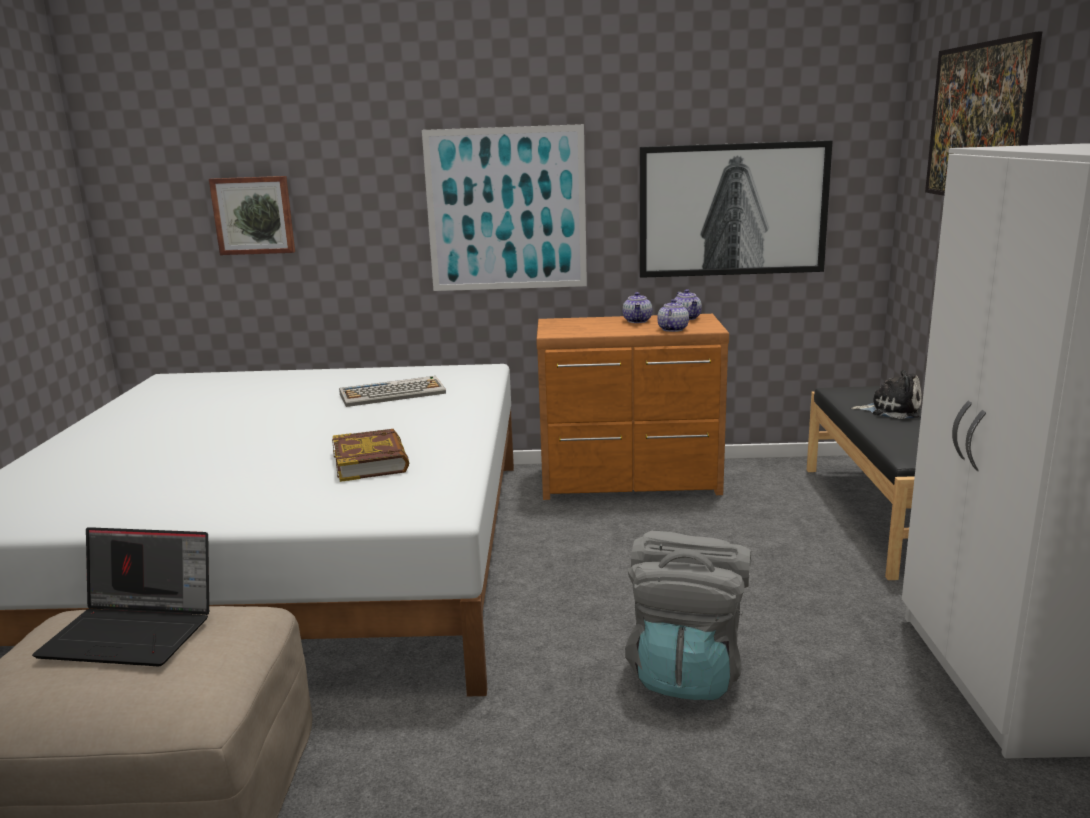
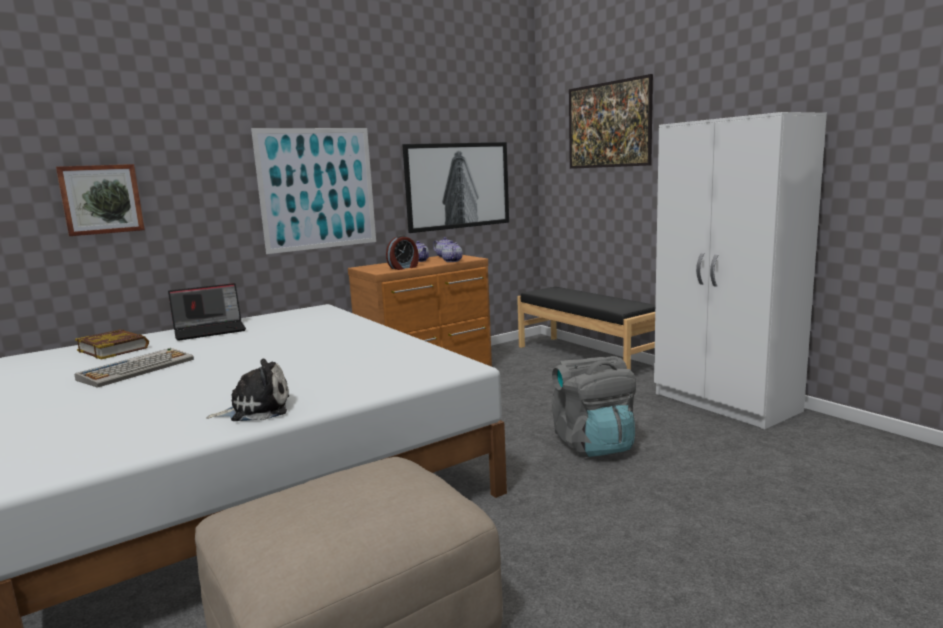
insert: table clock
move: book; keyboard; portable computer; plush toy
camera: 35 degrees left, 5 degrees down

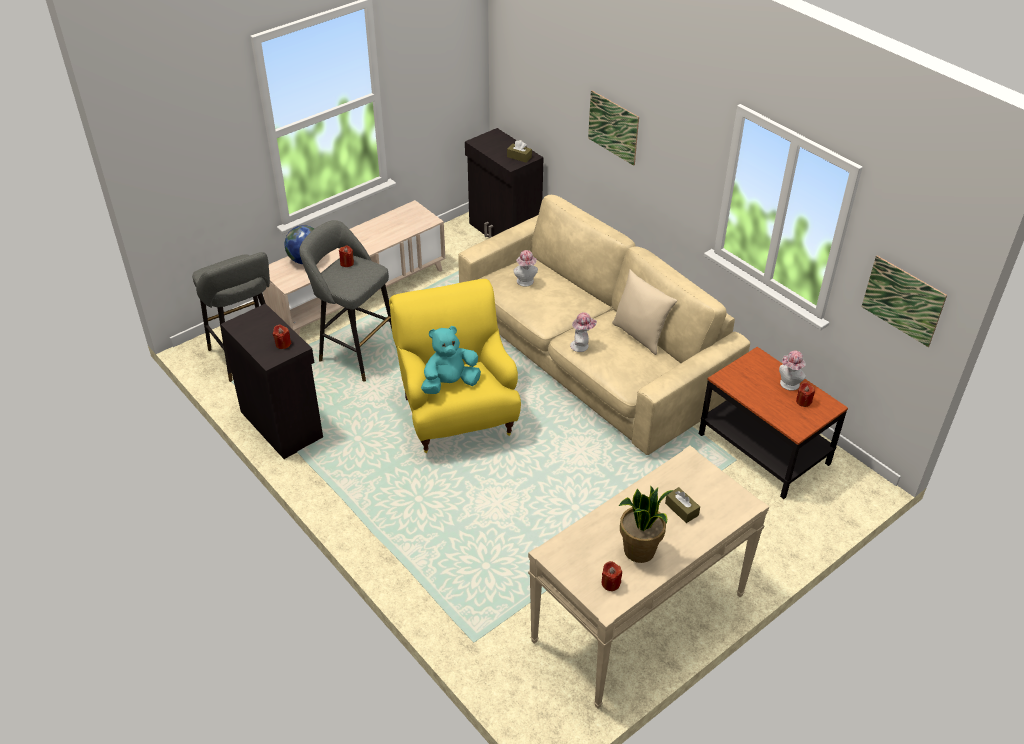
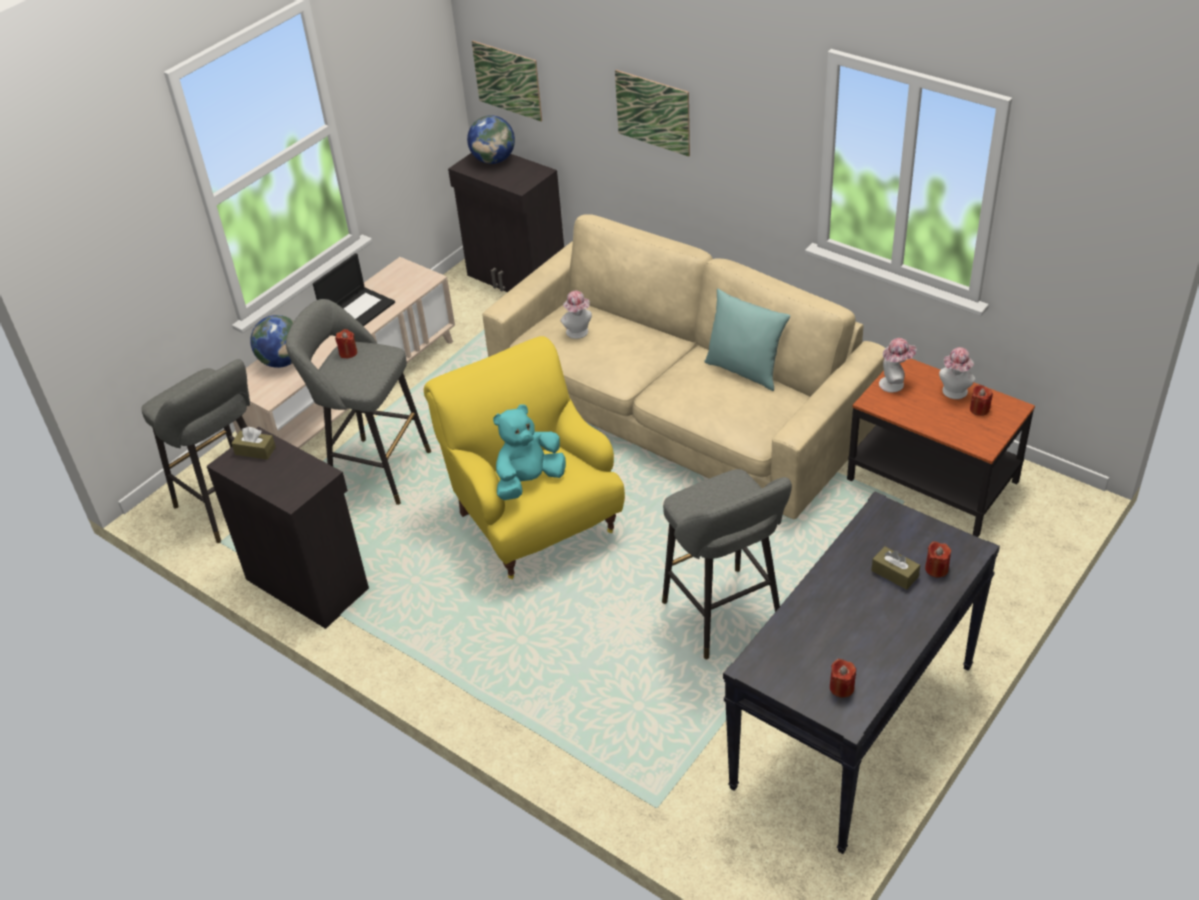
delete: plant in a pot
insert: portable computer; world globe (2nd from left); stool/greyish (3rd from left)
move: box of tissues/brown (1st from left); picture (2nd from left in the first image) to picture (1st from left); clothing hat (2nd from left); candle/reddish (1st from left in the first image) to candle/reddish (3rd from left)
recolor: throw pillow/sand-coloured to throw pillow/turquoise-coloured; hall table/sand-coloured to hall table/black-coloured
camera: 10 degrees left, 0 degrees up

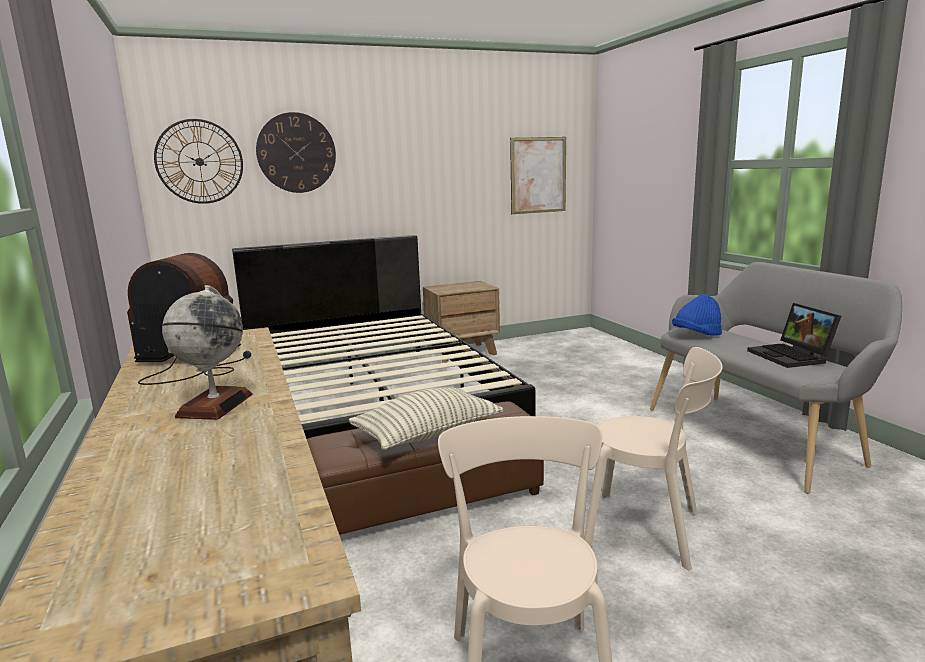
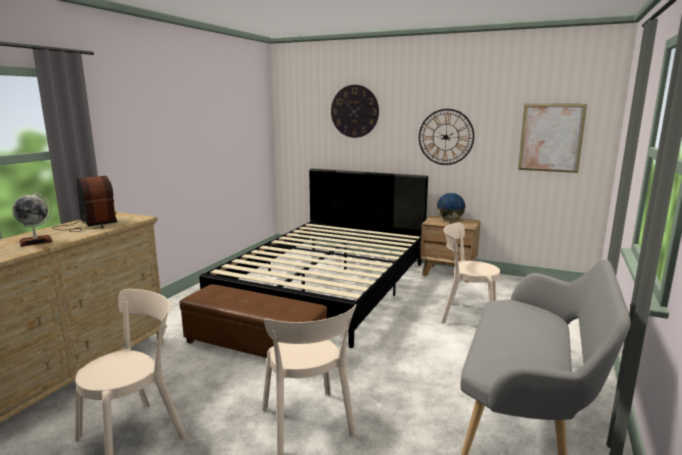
delete: throw pillow; clothing hat/blue-coloured; portable computer
insert: world globe (2nd from left); plain chair/sand-coloured (3rd from left)
move: hanging clock (1st from left in the first image) to hanging clock (2nd from left)
camera: 45 degrees right, 0 degrees up

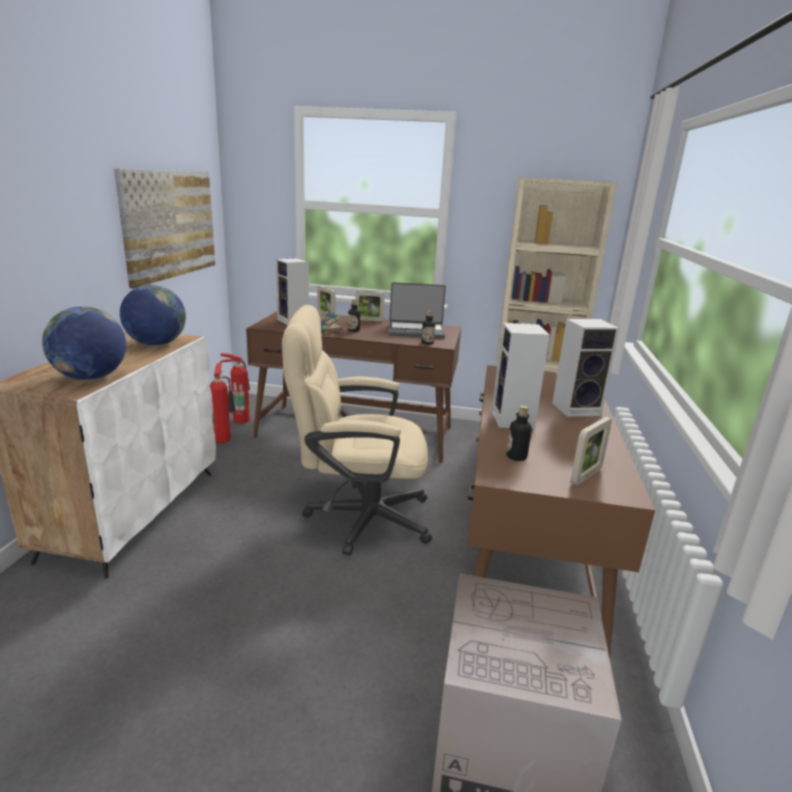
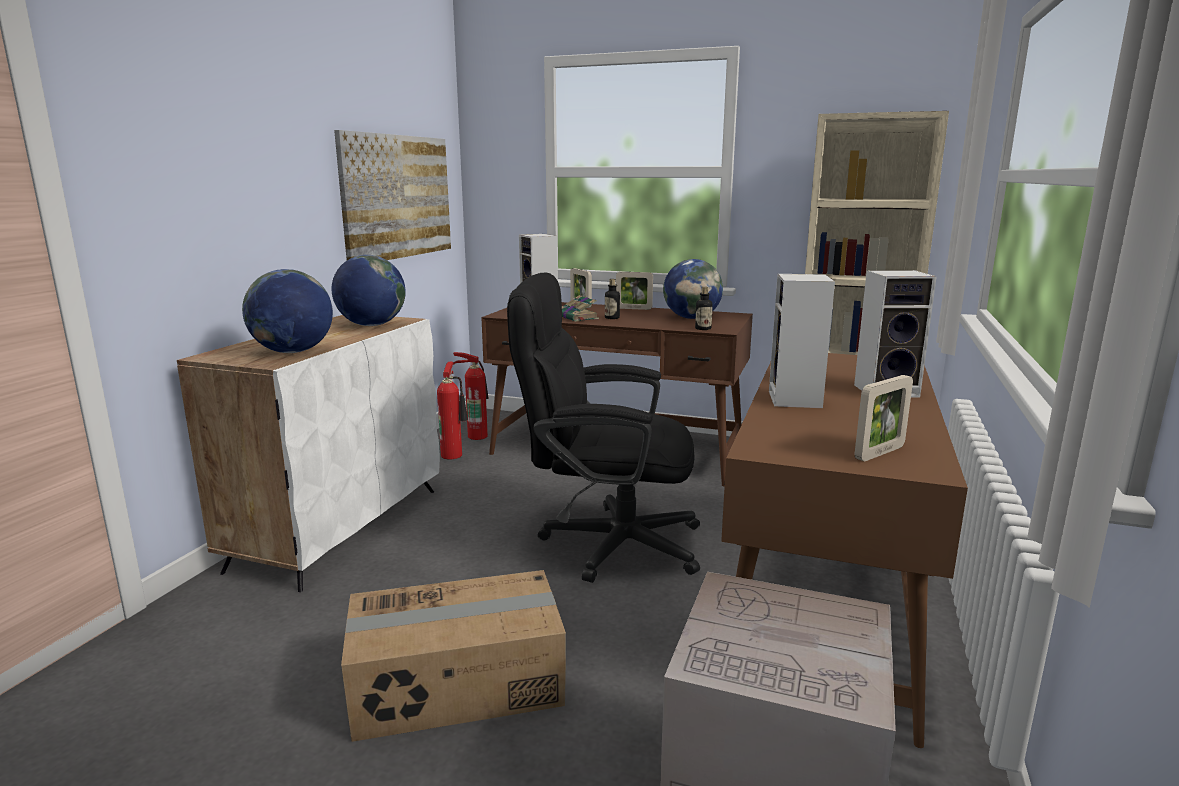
delete: bottle (3rd from left)
insert: cardboard box (1st from left)
replace: portable computer to world globe (3rd from left)
recolor: office chair/sand-coloured to office chair/black-coloured
camera: 10 degrees right, 5 degrees down

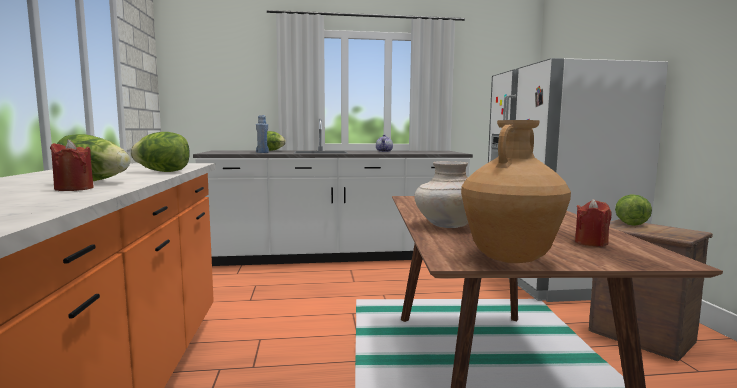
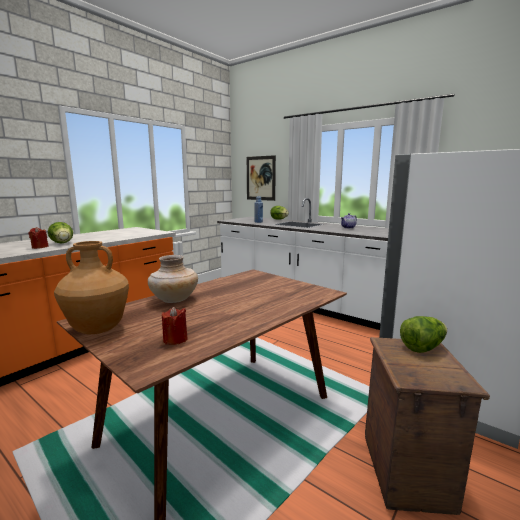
delete: lettuce (2nd from left)
insert: picture
camera: 45 degrees right, 5 degrees up

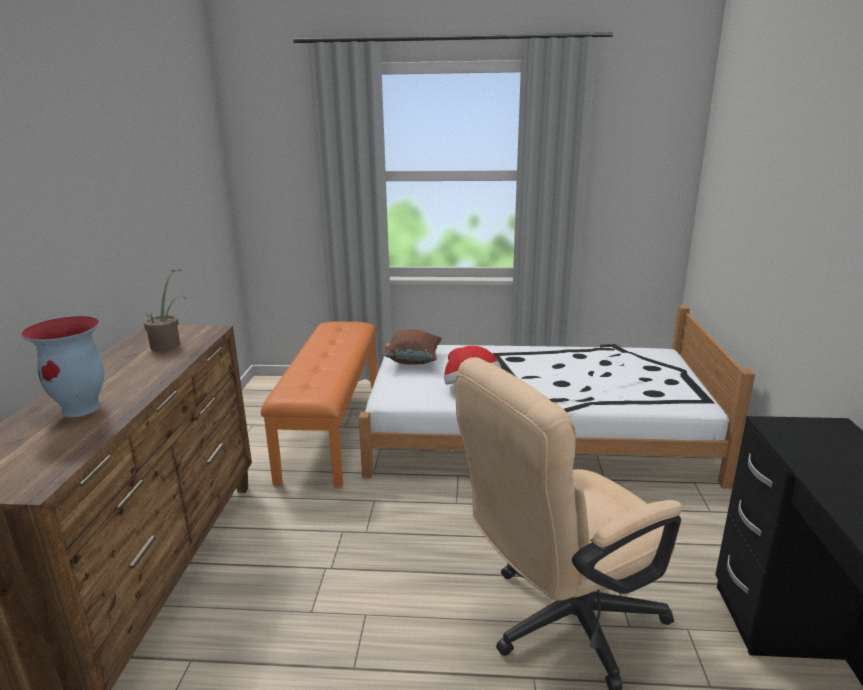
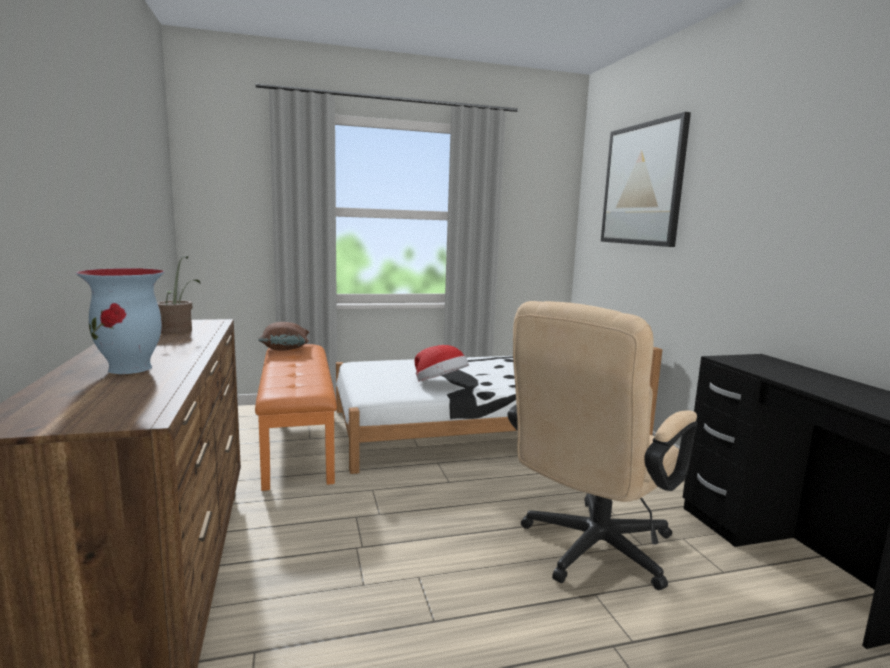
insert: picture
move: throw pillow/brown
camera: 20 degrees left, 10 degrees down

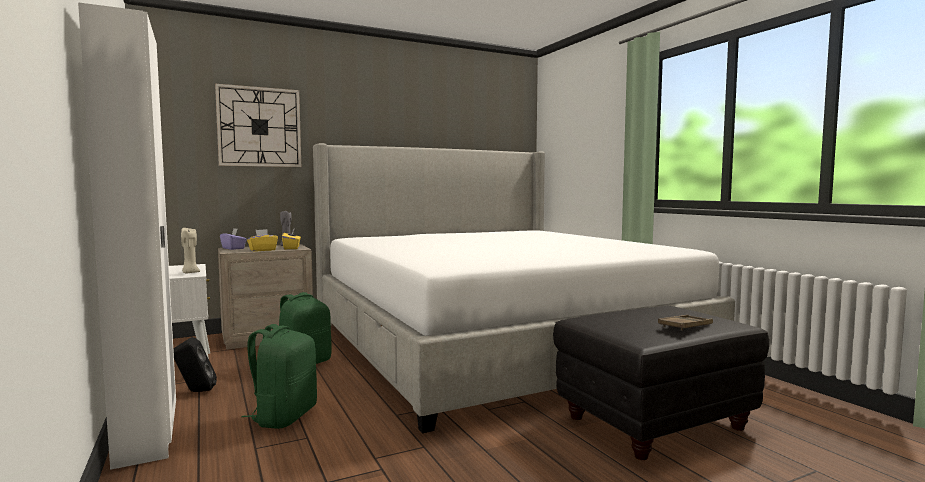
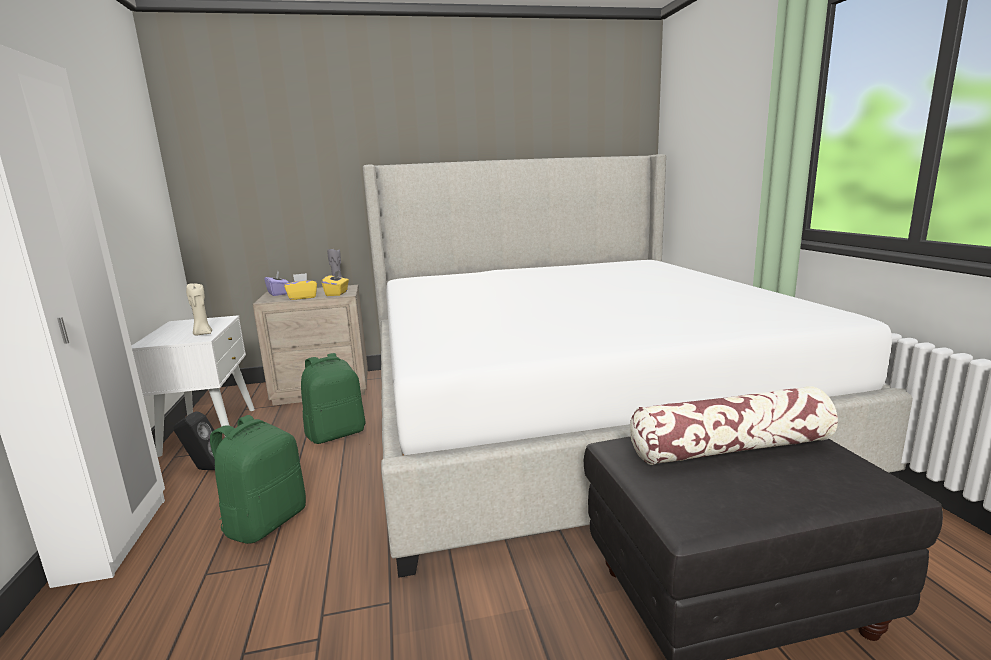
delete: hanging clock; tray/brown
insert: throw pillow
camera: 15 degrees right, 10 degrees up

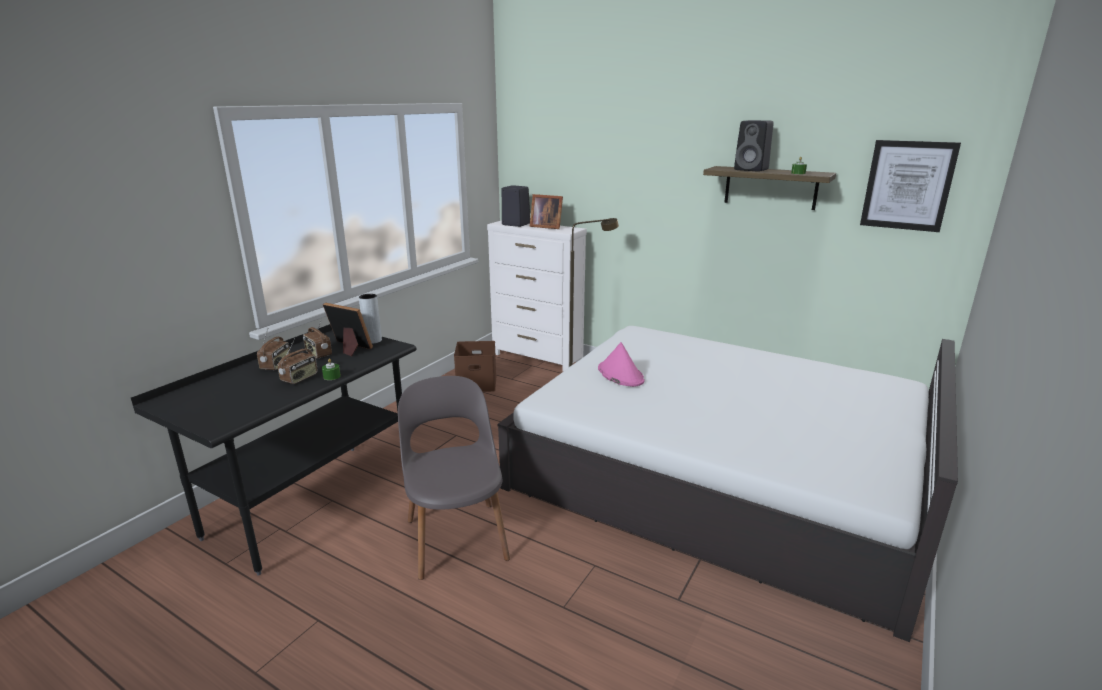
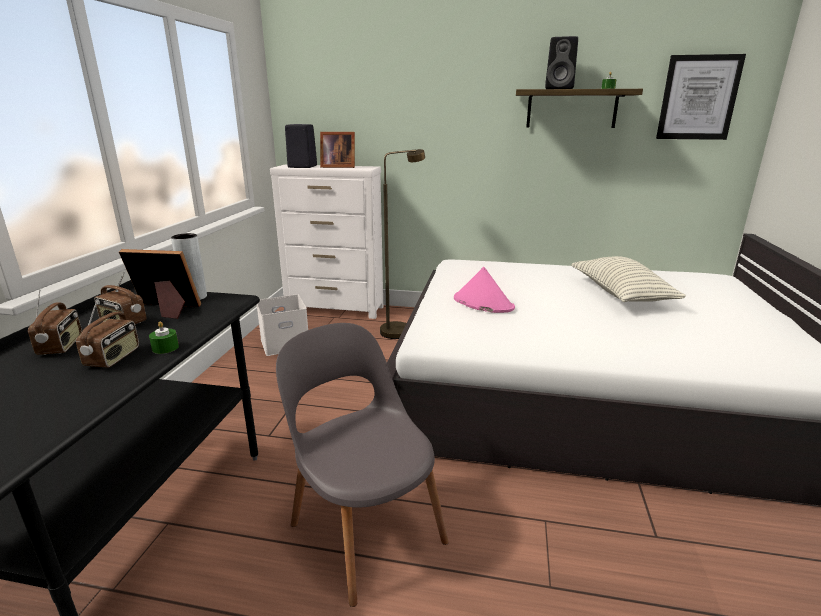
insert: throw pillow
recolor: storage bin/brown to storage bin/white
camera: 20 degrees left, 0 degrees up

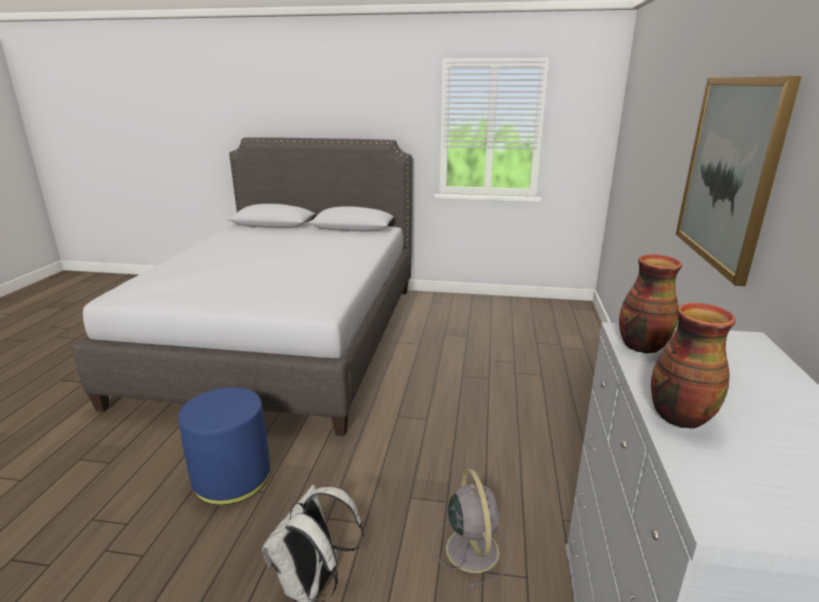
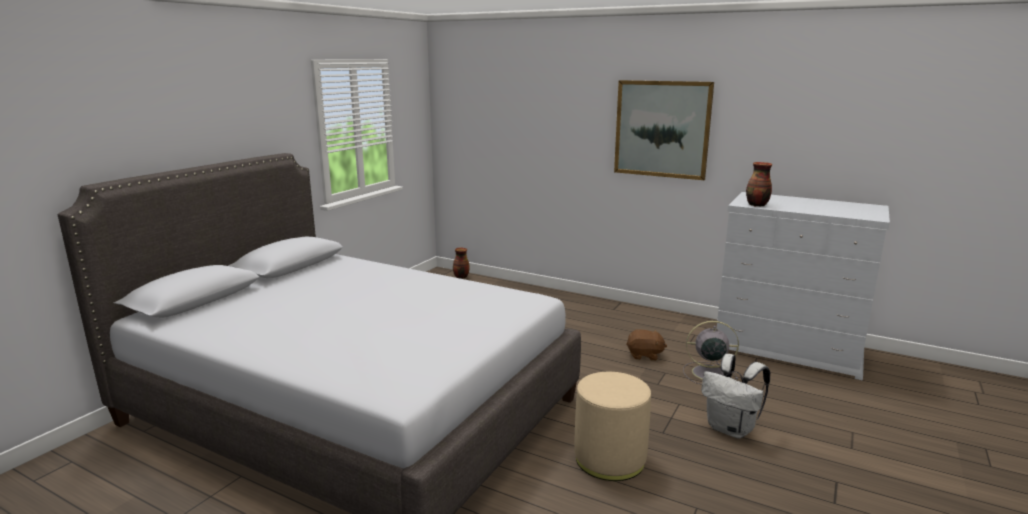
insert: plush toy/brown
move: decorative vase (2nd from left in the first image) to decorative vase (1st from left)
recolor: ottoman/blue-coloured to ottoman/sand-coloured
camera: 70 degrees left, 5 degrees down

